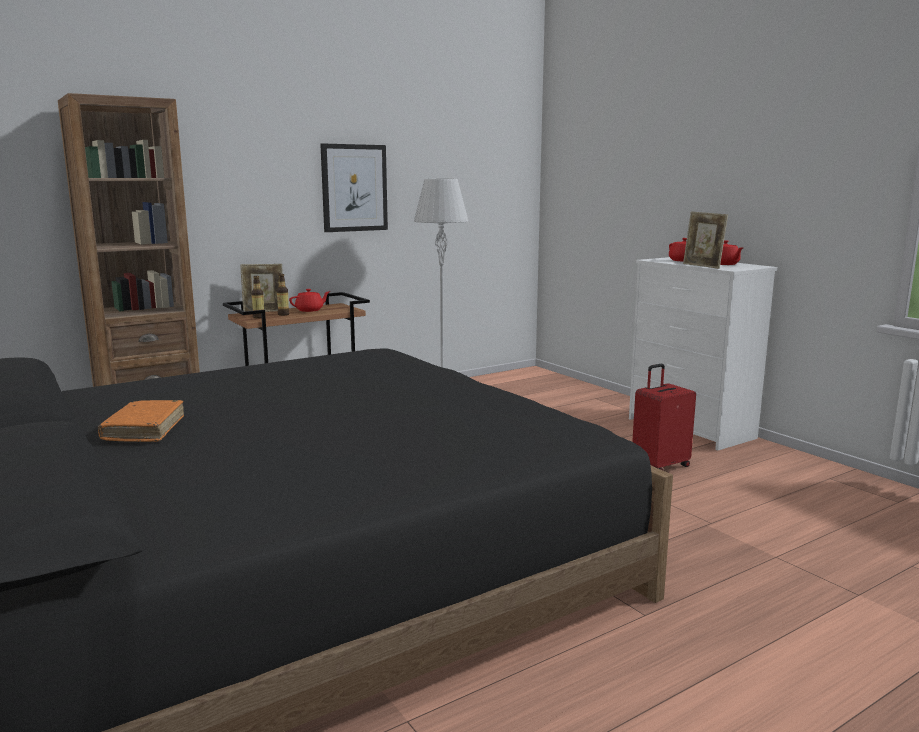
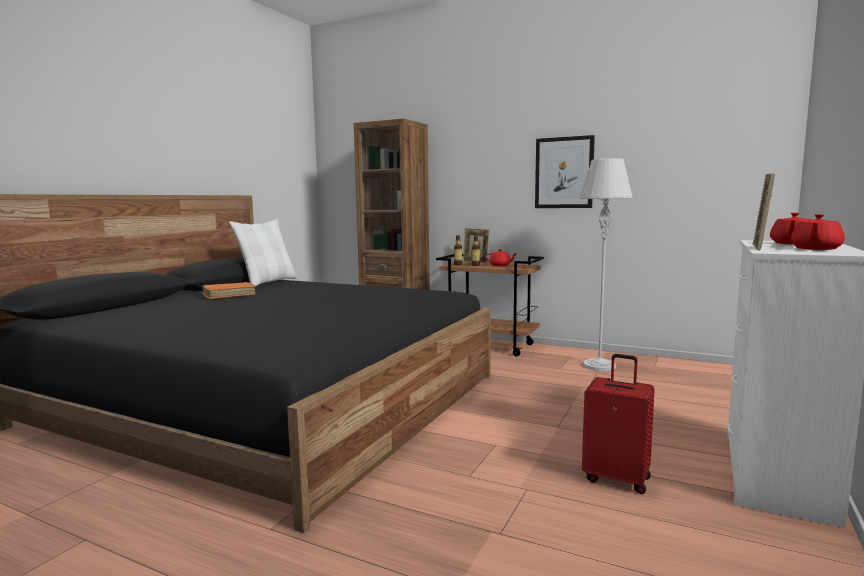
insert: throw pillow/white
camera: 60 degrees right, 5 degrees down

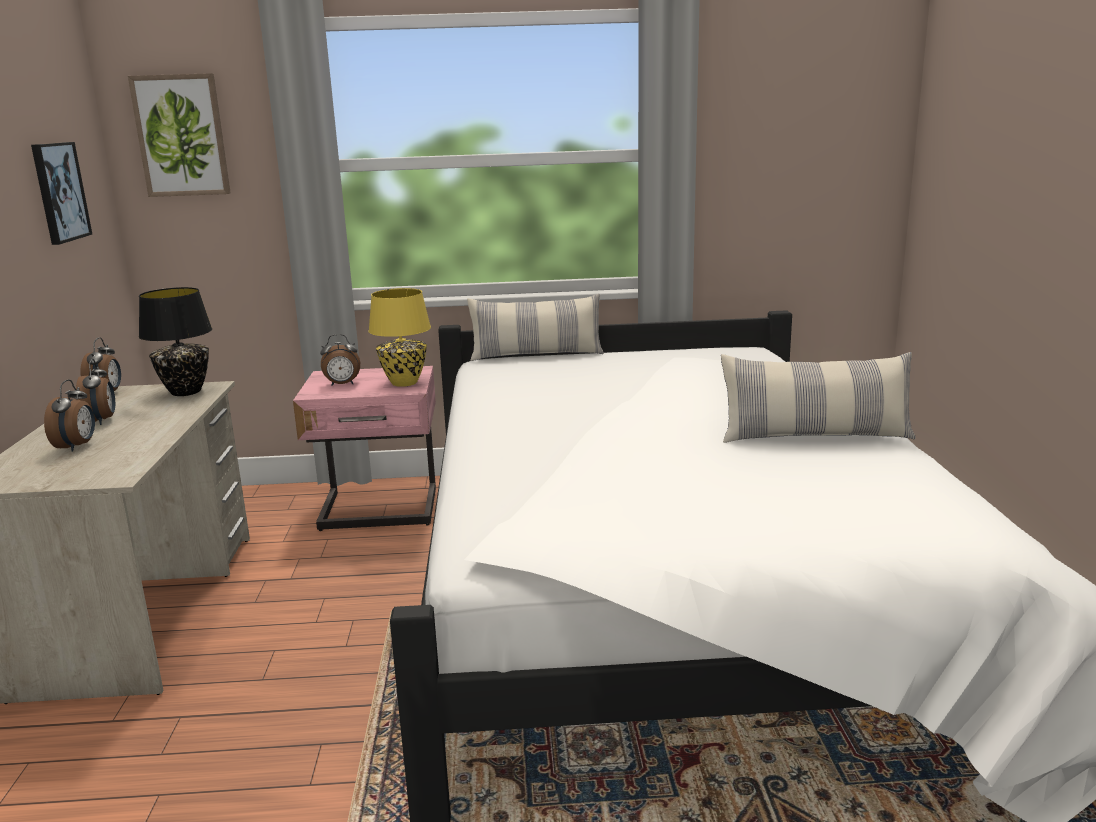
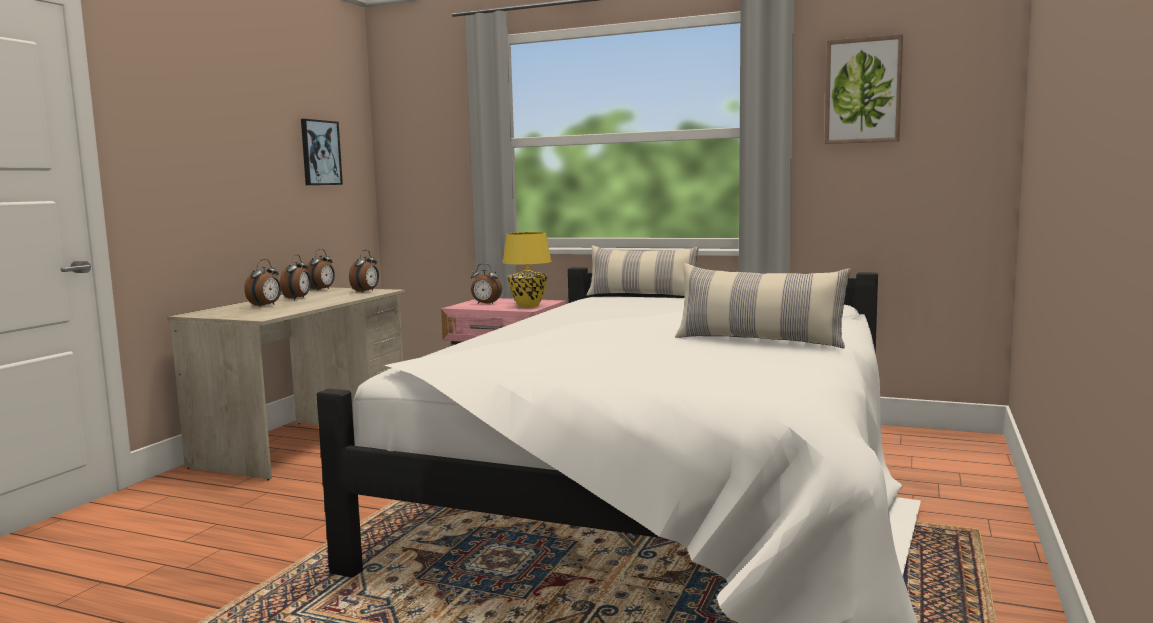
move: picture (2nd from left)
replace: tabletop lamp/black-coloured to table clock (4th from left)
camera: 25 degrees right, 10 degrees down

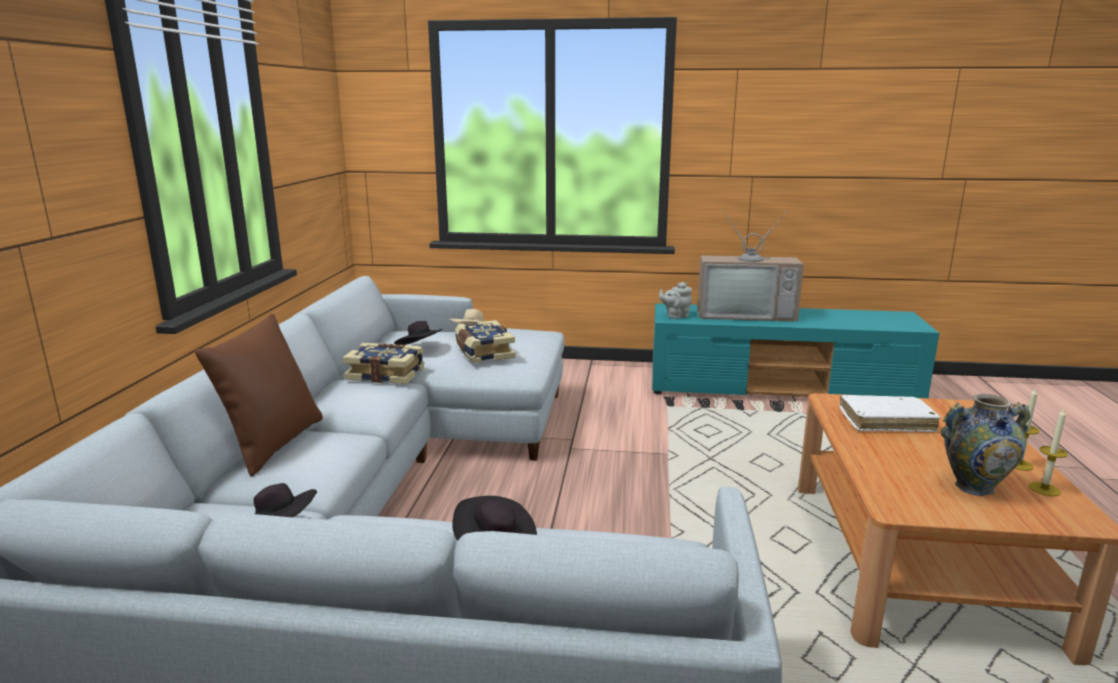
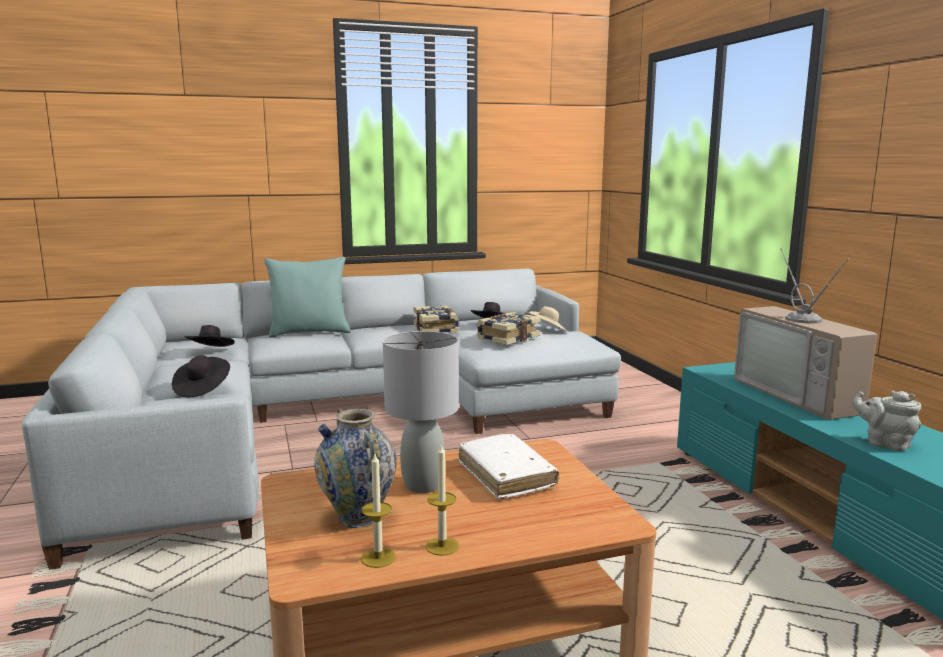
insert: tabletop lamp/greyish
move: tea pot/greyish
recolor: throw pillow/brown to throw pillow/turquoise-coloured
camera: 65 degrees right, 5 degrees down

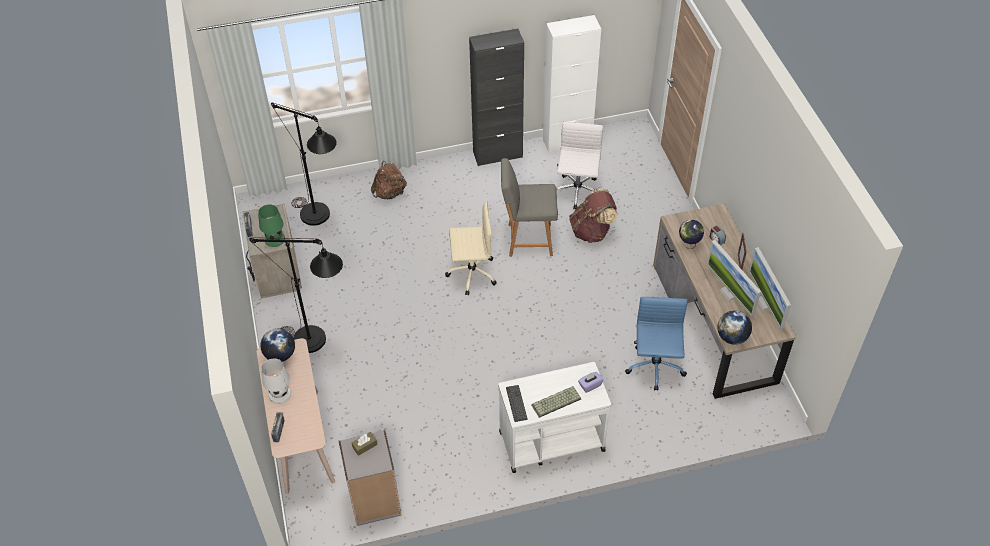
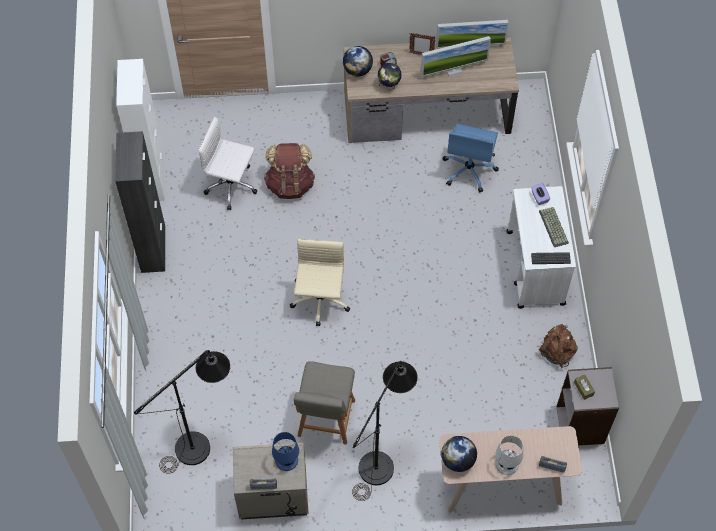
move: plain chair/greyish; world globe (3rd from left in the first image) to world globe (1st from left); rucksack/brown (1st from left in the first image) to rucksack/brown (2nd from left)
recolor: tabletop lamp/greenish to tabletop lamp/blue-coloured
rotate: office chair/blue-coloured 90 degrees counterclockwise
camera: 80 degrees left, 10 degrees up

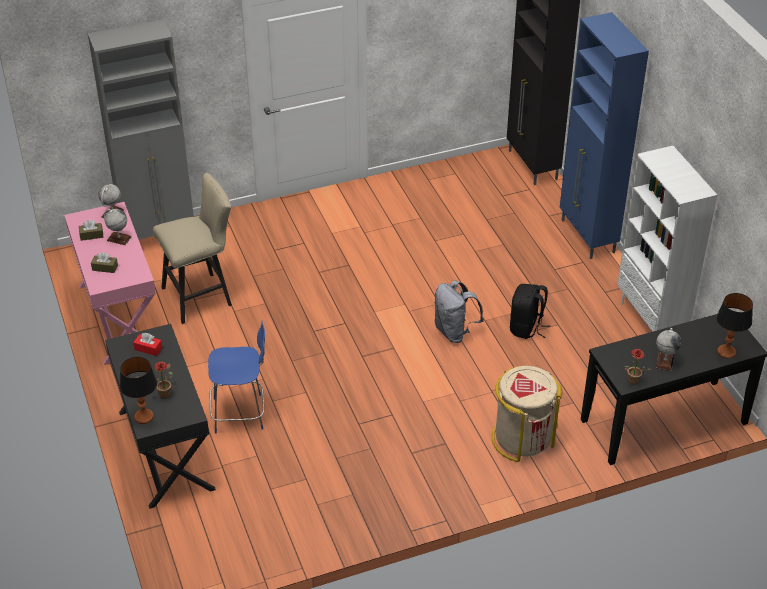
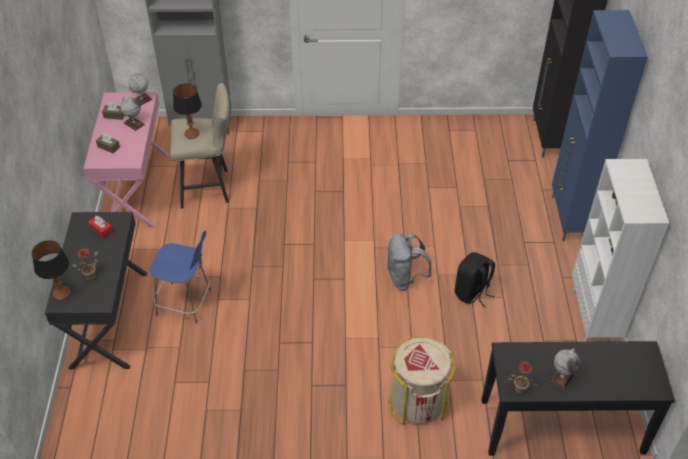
move: tabletop lamp (2nd from left)
camera: 20 degrees right, 5 degrees up

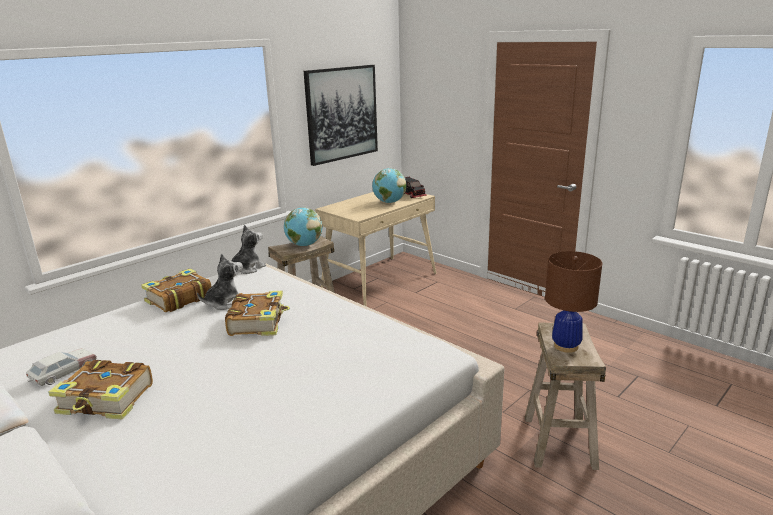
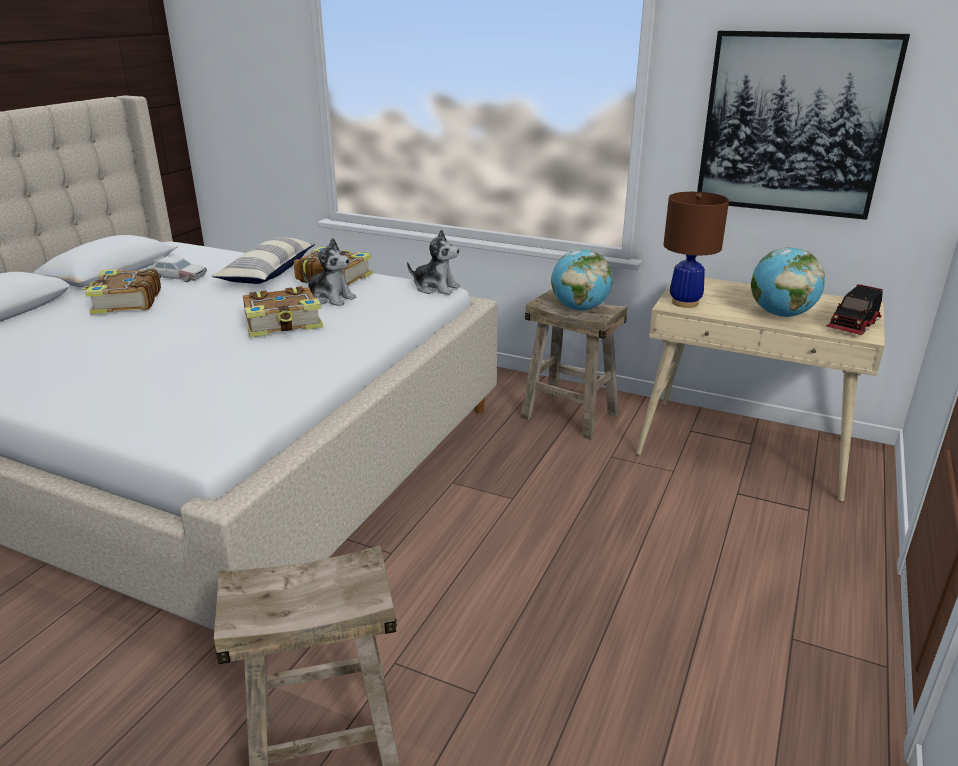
insert: throw pillow
move: tabletop lamp/brown
camera: 70 degrees right, 5 degrees up

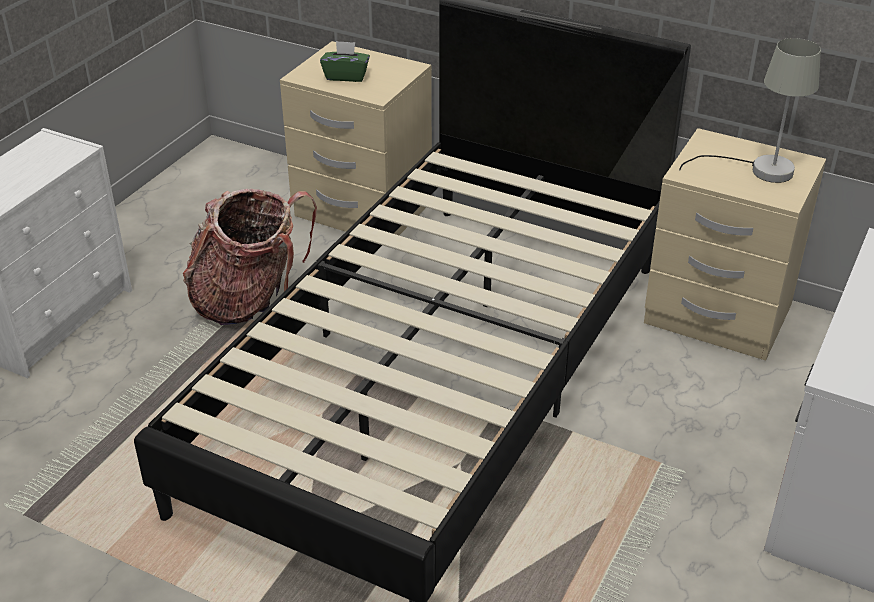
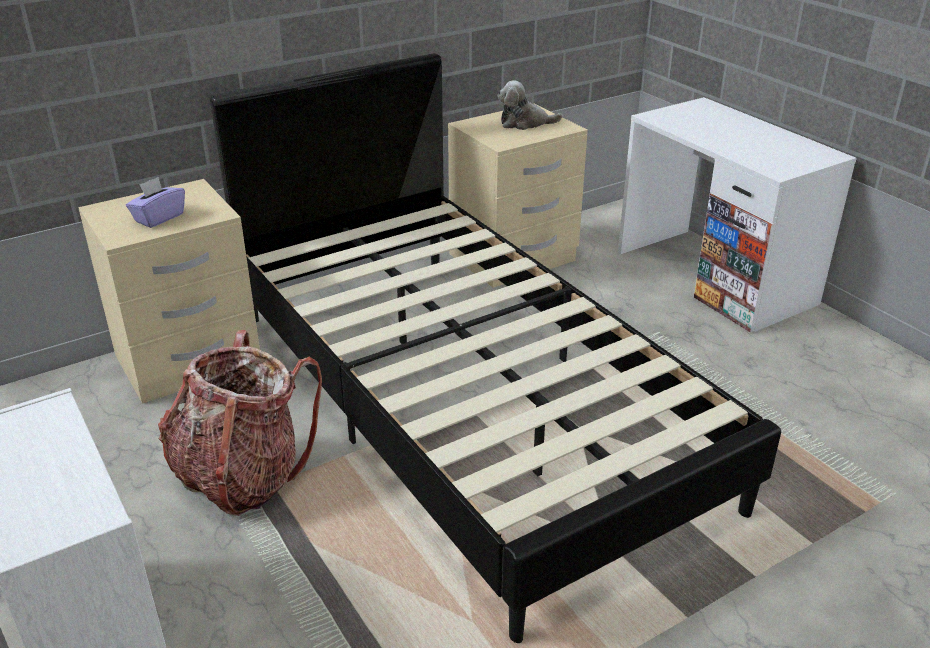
replace: tabletop lamp/greyish to plush toy
recolor: box of tissues/greenish to box of tissues/purple-coloured
camera: 60 degrees left, 5 degrees down

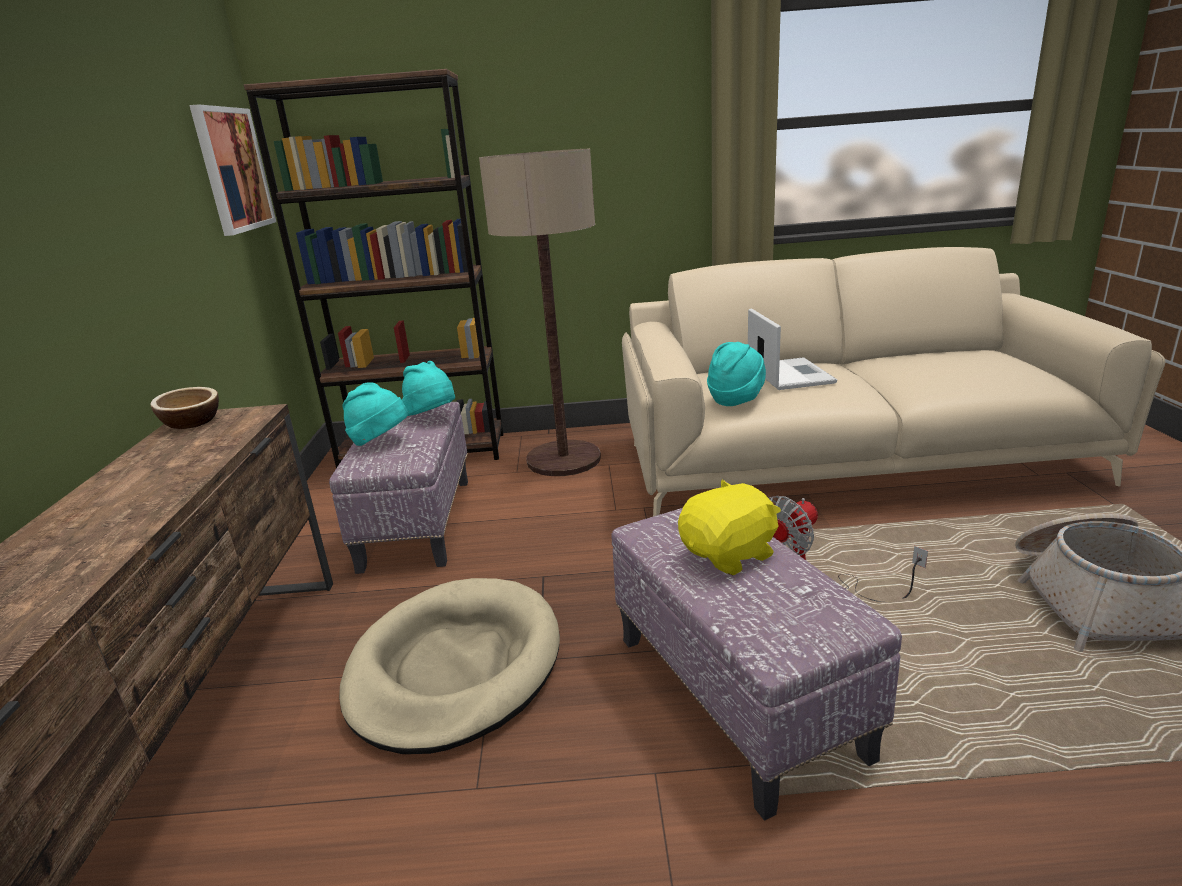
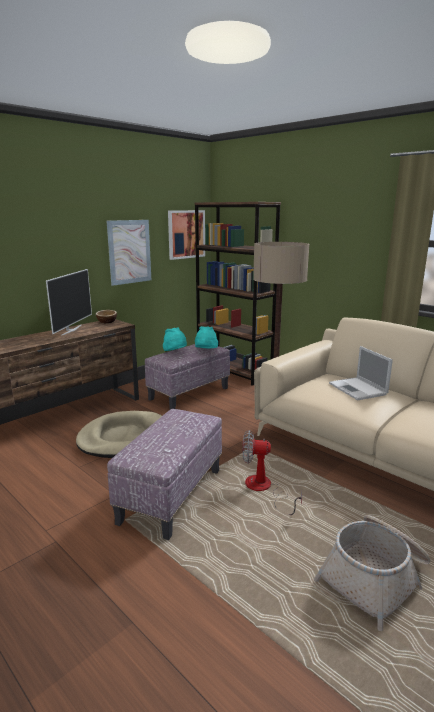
delete: plush toy/yellow-coloured; clothing hat/turquoise-coloured (3rd from left)
insert: television; picture (1st from left)
rotate: portable computer 120 degrees clockwise
camera: 45 degrees right, 5 degrees down

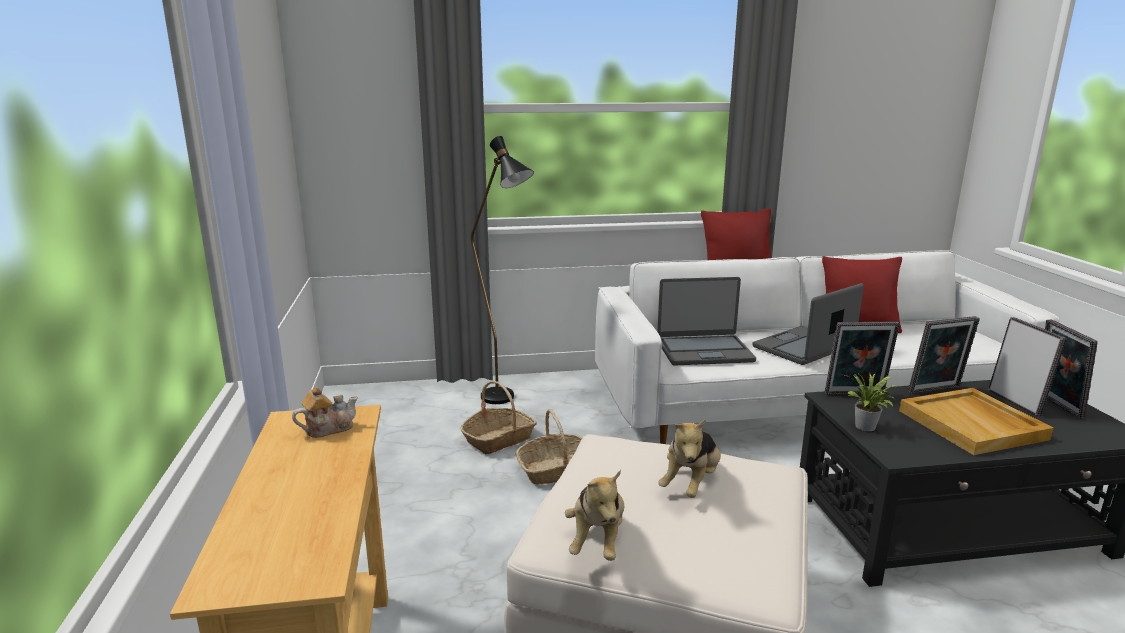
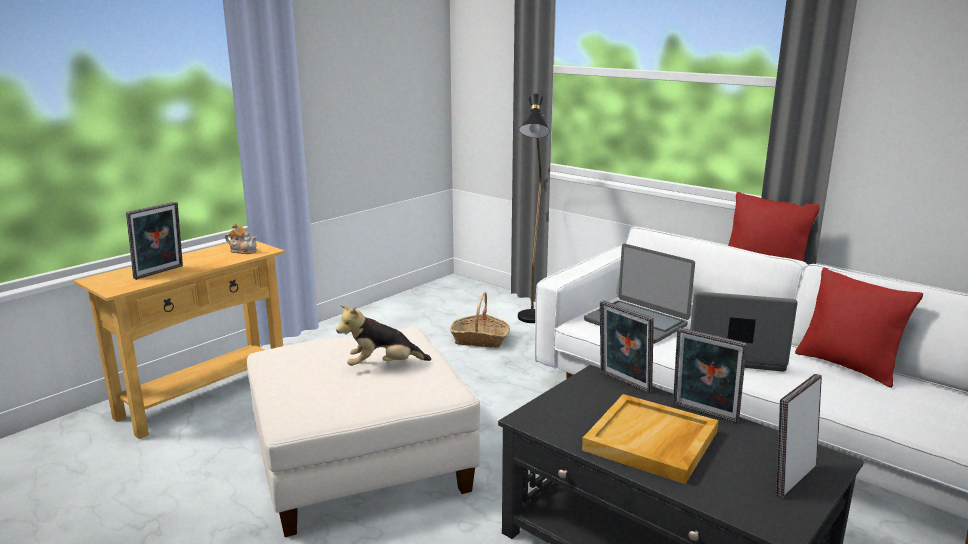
delete: storage basket (2nd from left); plush toy (1st from left); plant in a pot
move: picture frame (3rd from left in the first image) to picture frame (1st from left)
camera: 50 degrees right, 0 degrees up

